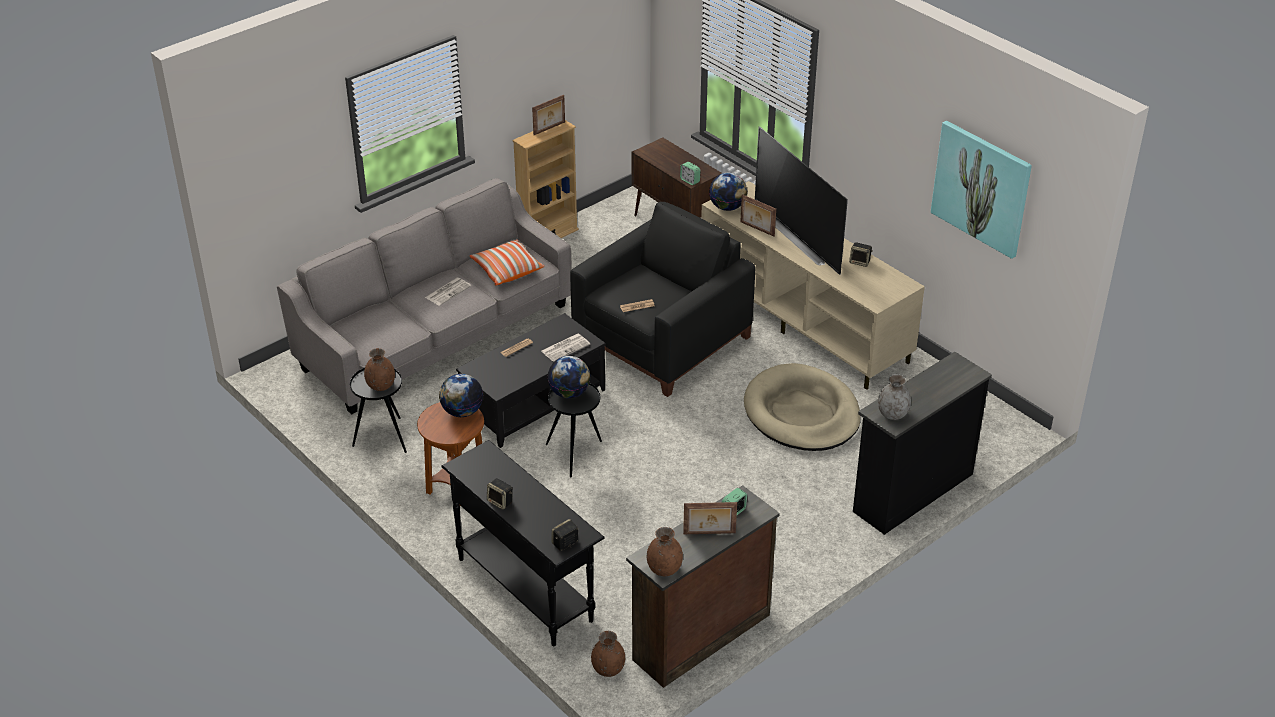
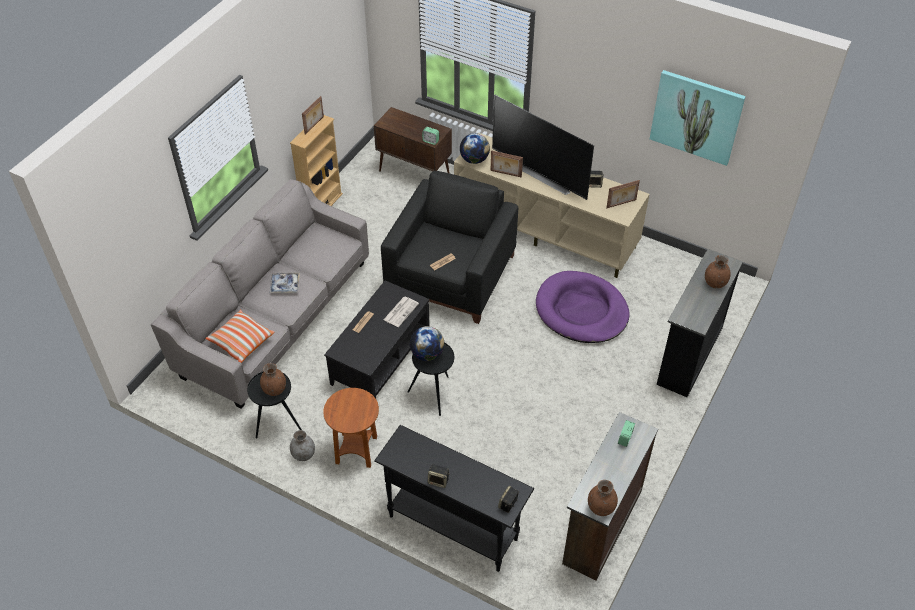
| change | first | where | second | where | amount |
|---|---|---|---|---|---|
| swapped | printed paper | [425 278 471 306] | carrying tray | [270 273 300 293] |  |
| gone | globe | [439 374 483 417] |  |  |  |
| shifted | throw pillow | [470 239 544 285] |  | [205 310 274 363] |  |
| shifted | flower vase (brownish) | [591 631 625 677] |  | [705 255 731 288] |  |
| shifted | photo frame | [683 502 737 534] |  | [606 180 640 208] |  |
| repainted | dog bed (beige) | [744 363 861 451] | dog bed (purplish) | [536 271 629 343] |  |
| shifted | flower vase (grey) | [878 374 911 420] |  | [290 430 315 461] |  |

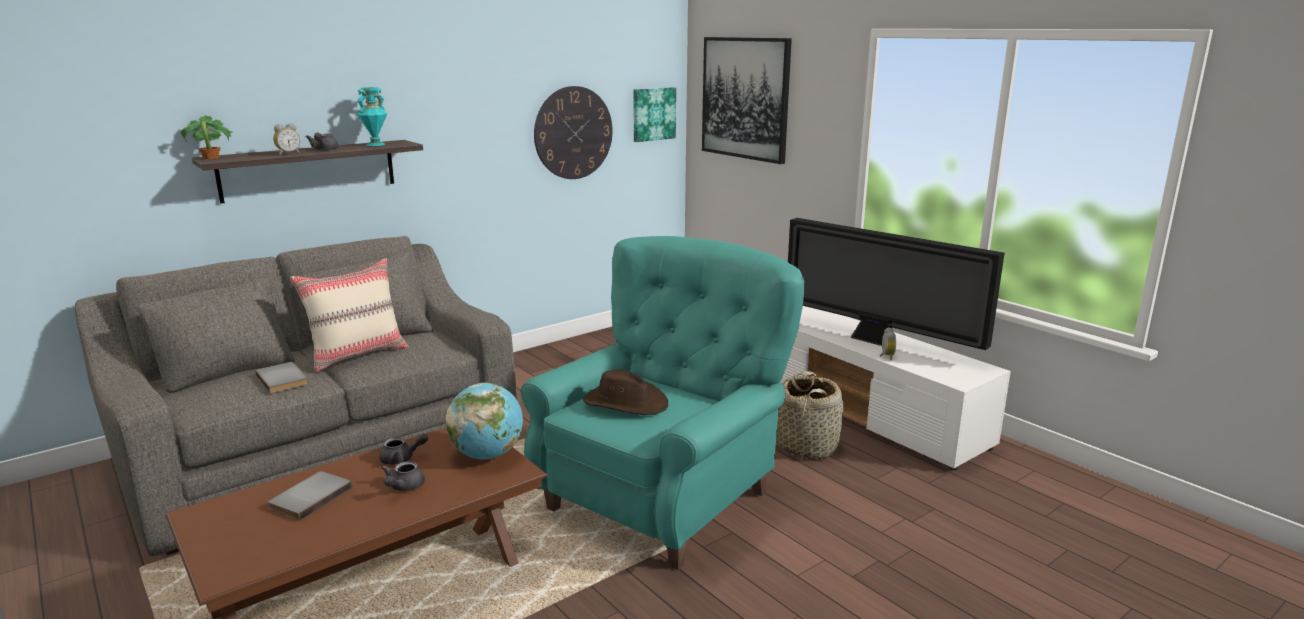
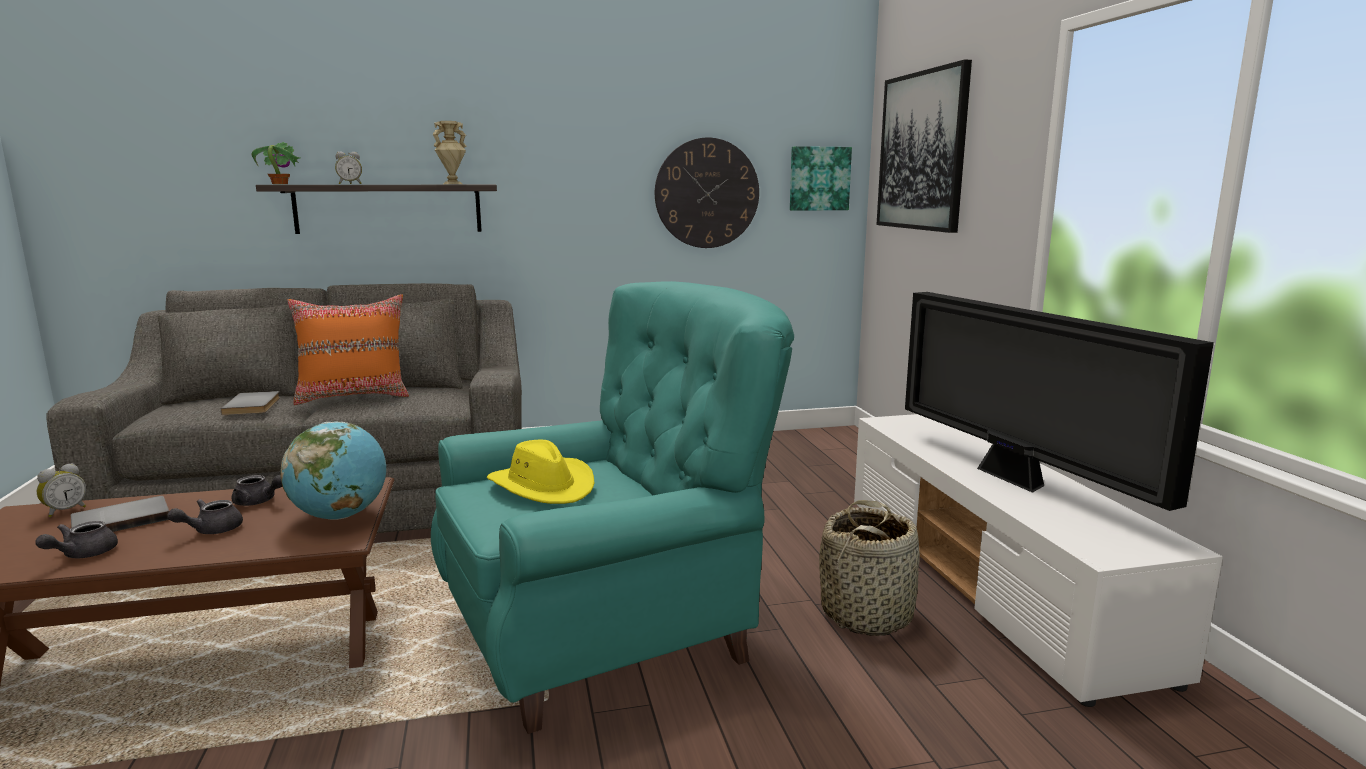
| change | first | where | second | where | amount |
|---|---|---|---|---|---|
| repainted | throw pillow (beige) | [290 258 409 372] | throw pillow (orange-coloured) | [287 294 409 405] |  |
| shifted | tea pot (grey) | [306 133 338 150] |  | [35 521 118 558] |  |
| repainted | flower vase (blue-green) | [357 87 387 146] | flower vase (beige) | [432 121 466 184] |  |
| repainted | wearable hat (brownish) | [583 369 668 415] | wearable hat (yellow-coloured) | [487 440 594 504] |  |
| shifted | alarm clock | [880 327 896 360] |  | [37 463 86 517] |  |

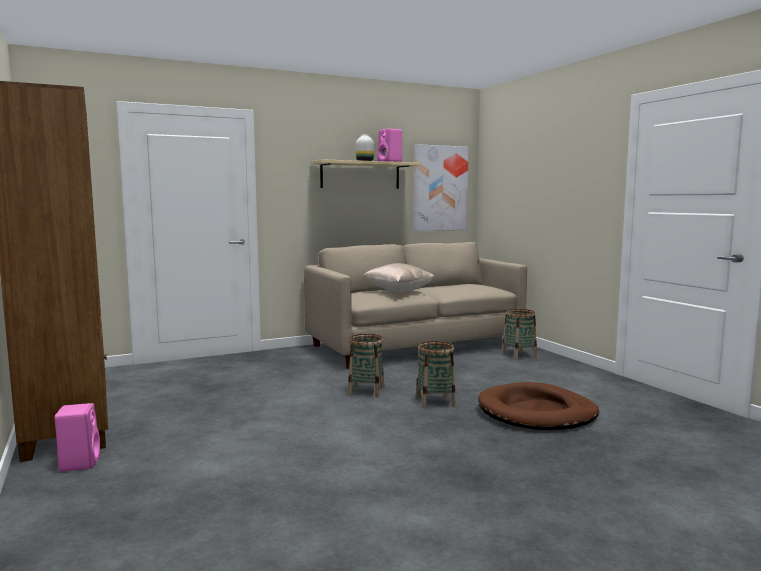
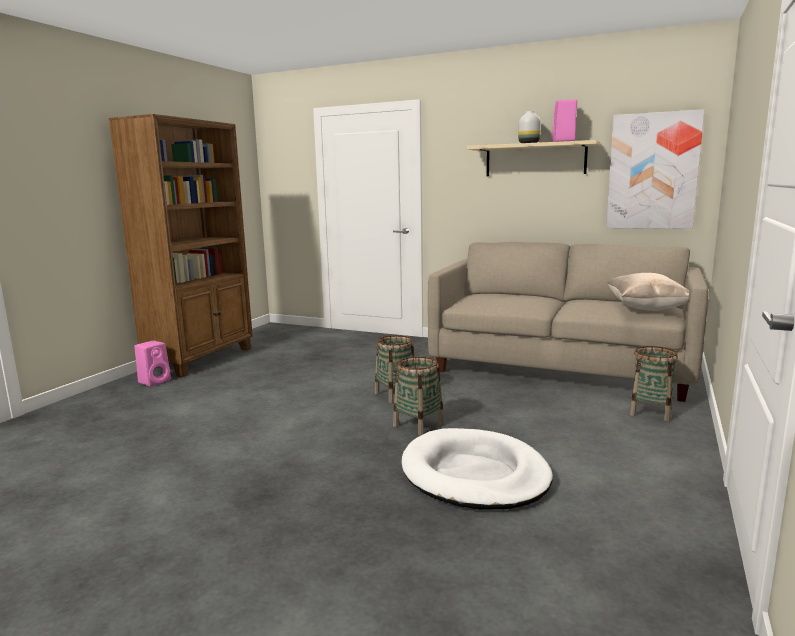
| change | first | where | second | where | amount |
|---|---|---|---|---|---|
| shifted | throw pillow (beige) | [364 263 435 292] |  | [607 273 689 311] |  |
| repainted | dog bed (brownish) | [478 382 599 430] | dog bed (whitish) | [402 428 553 510] |  |

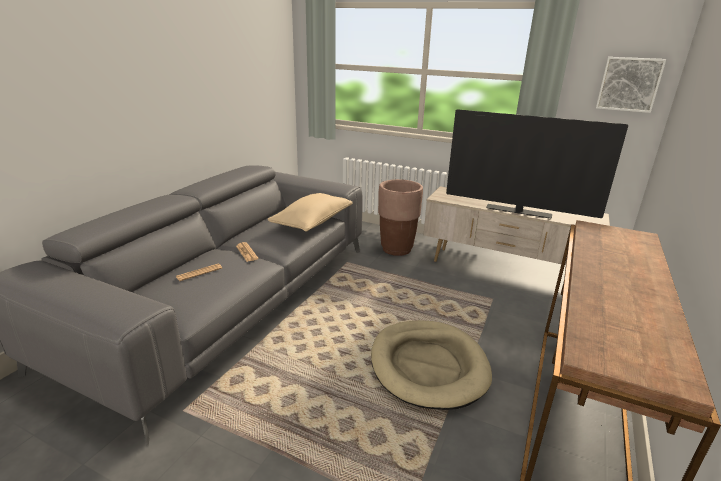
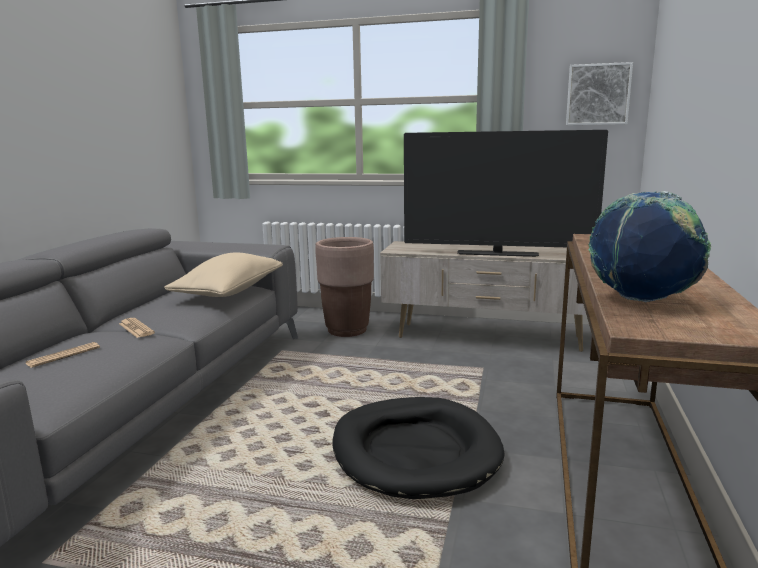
| change | first | where | second | where | amount |
|---|---|---|---|---|---|
| repainted | dog bed (beige) | [371 320 492 410] | dog bed (black) | [332 397 505 499] |  |
| new |  |  | globe | [588 191 711 302] |  |

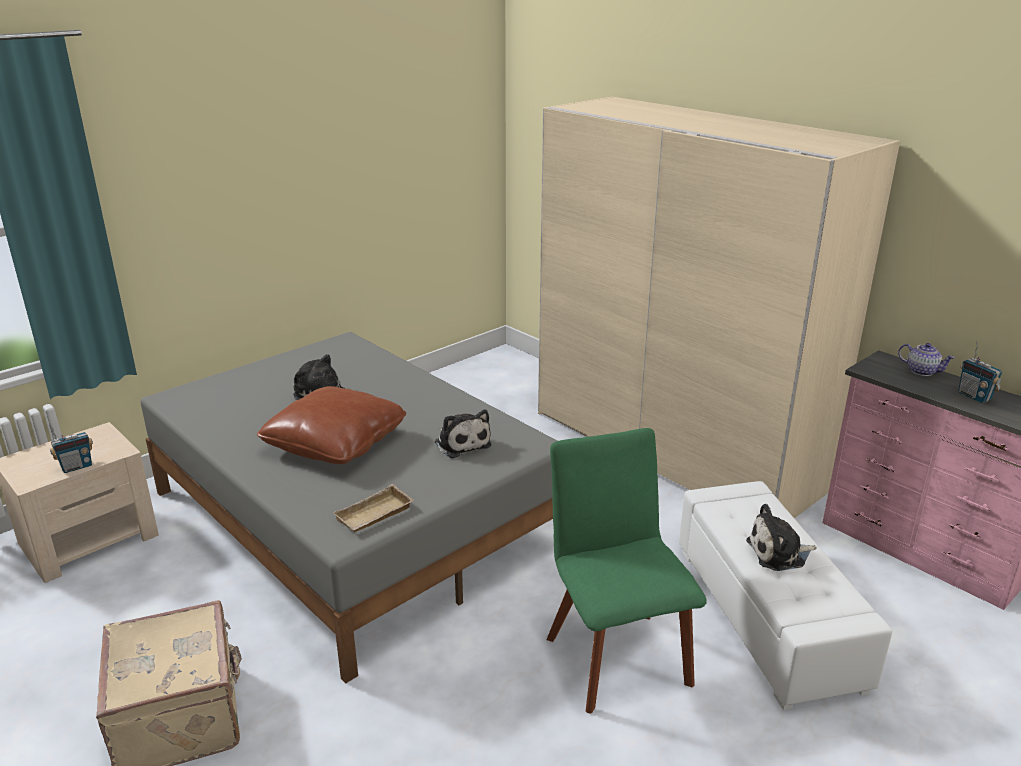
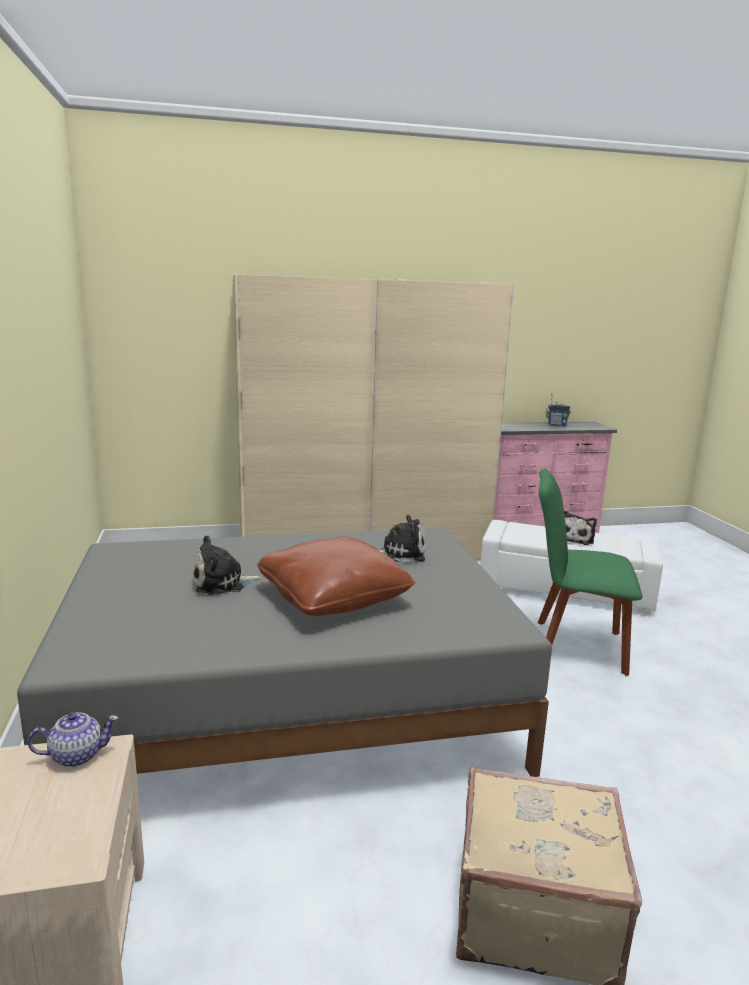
| change | first | where | second | where | amount |
|---|---|---|---|---|---|
| gone | radio | [49 425 93 473] |  |  |  |
| gone | carrying tray (beige) | [333 484 414 532] |  |  |  |
| shifted | tea pot | [898 343 955 376] |  | [28 712 118 767] |  |

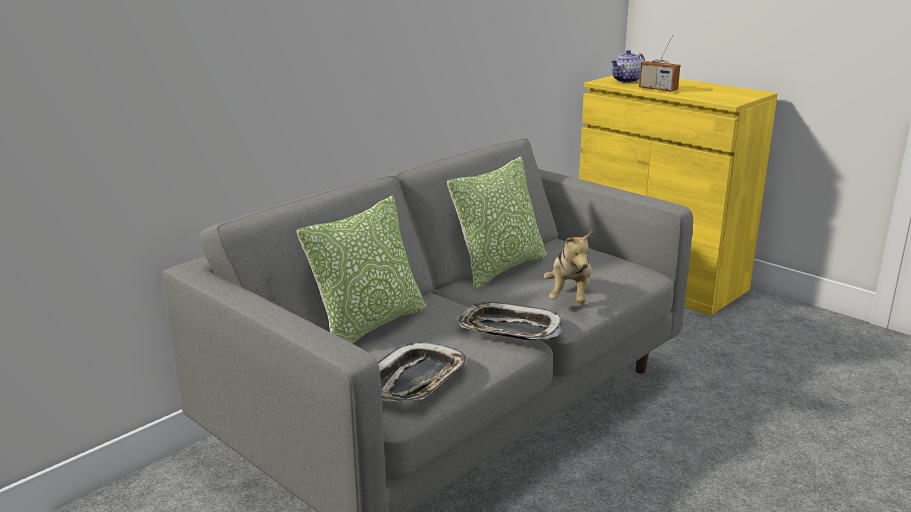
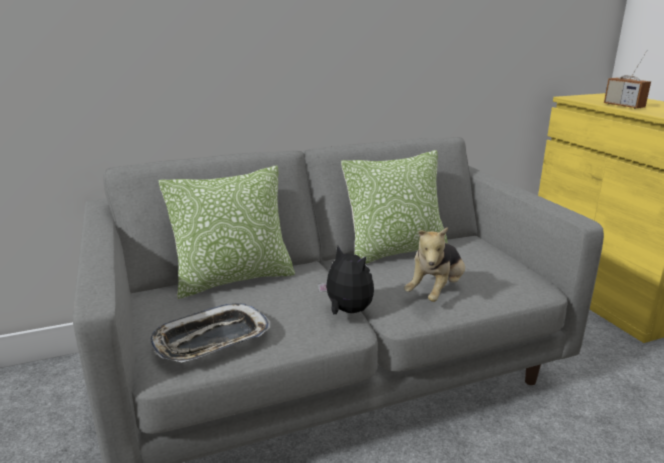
| change | first | where | second | where | amount |
|---|---|---|---|---|---|
| swapped | carrying tray | [457 302 562 340] | soft toy | [318 246 374 314] |  |
| gone | tea pot | [611 50 645 83] |  |  |  |

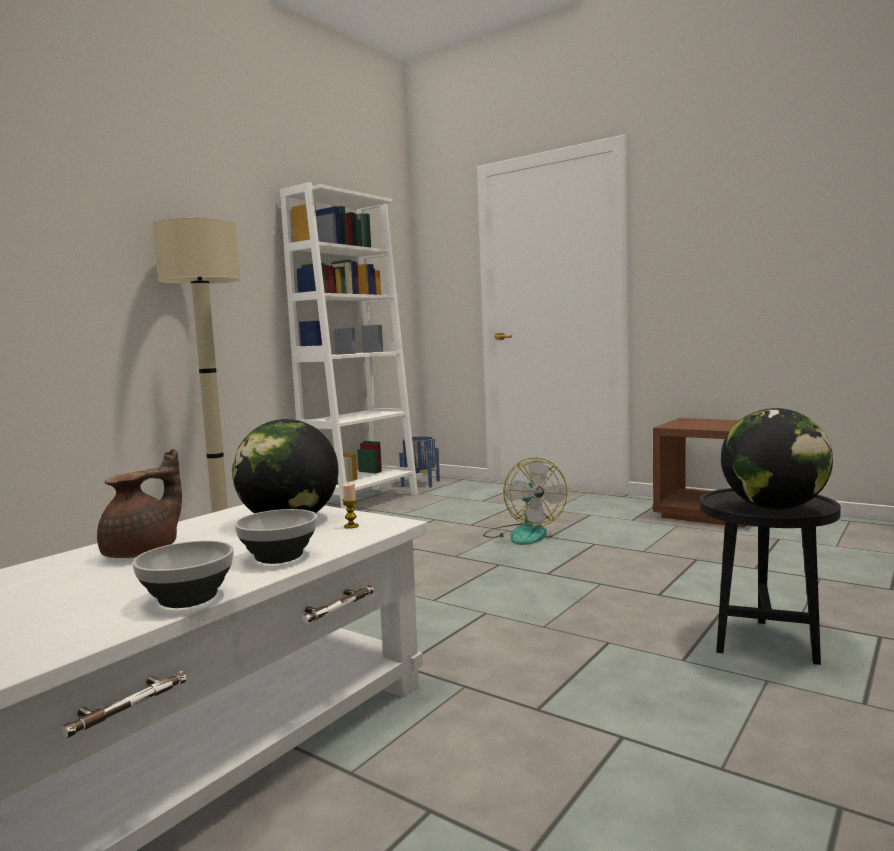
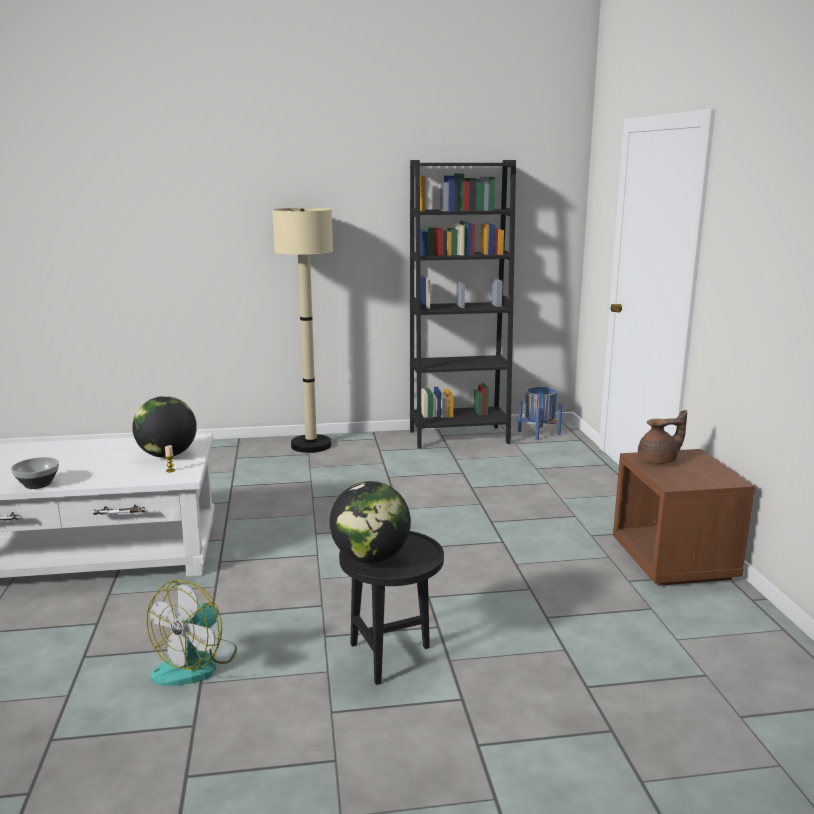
| change | first | where | second | where | amount |
|---|---|---|---|---|---|
| shifted | tea pot (brownish) | [97 449 182 558] |  | [638 410 687 464] |  |
| gone | serving bowl | [234 509 317 564] |  |  |  |
| repainted | bookcase (whitish) | [280 182 418 509] | bookcase (black) | [410 160 516 449] |  |
| shifted | electric fan | [483 458 567 545] |  | [146 580 237 686] |  |

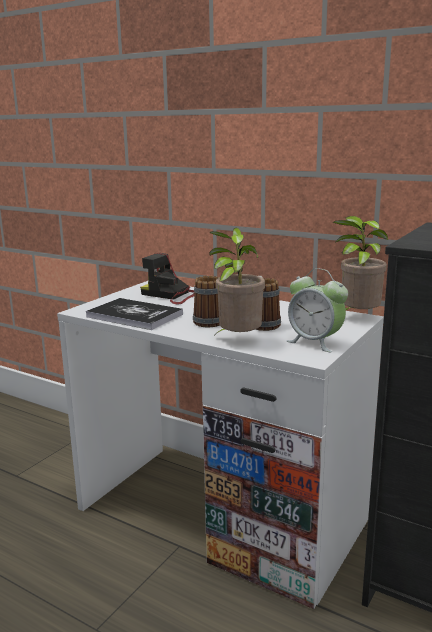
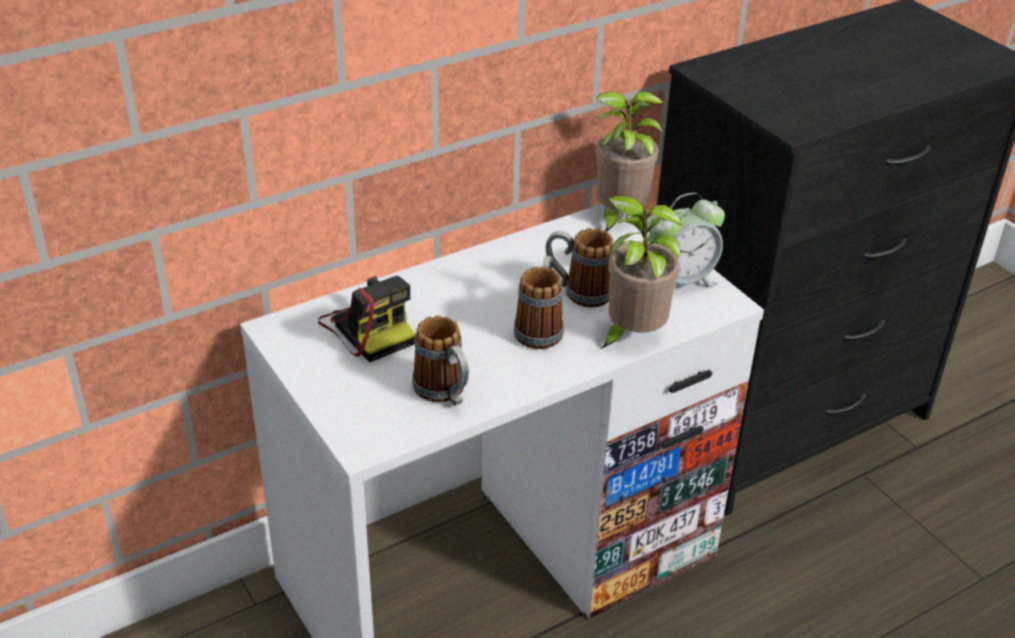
| change | first | where | second | where | amount |
|---|---|---|---|---|---|
| swapped | bound book | [86 298 183 330] | tea mug | [412 316 469 405] |  |
| rotated | photo camera | [140 253 195 304] |  | [318 276 415 362] | 90 degrees counterclockwise |

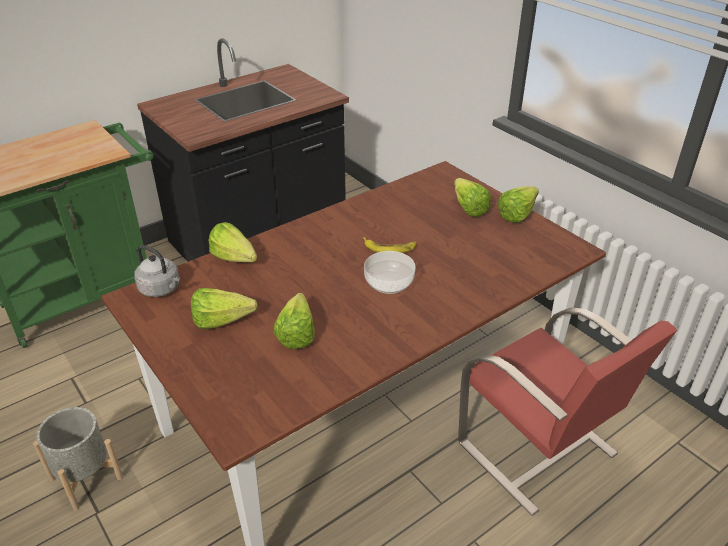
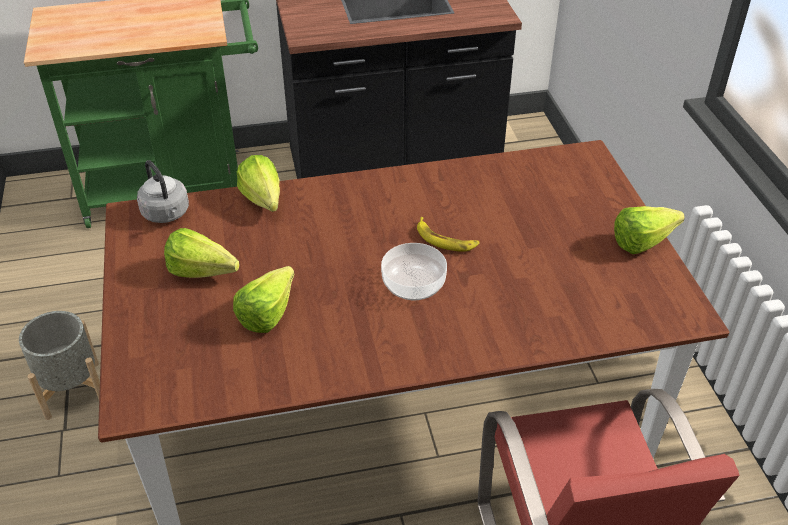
| change | first | where | second | where | amount |
|---|---|---|---|---|---|
| gone | lettuce | [454 178 491 217] |  |  |  |

